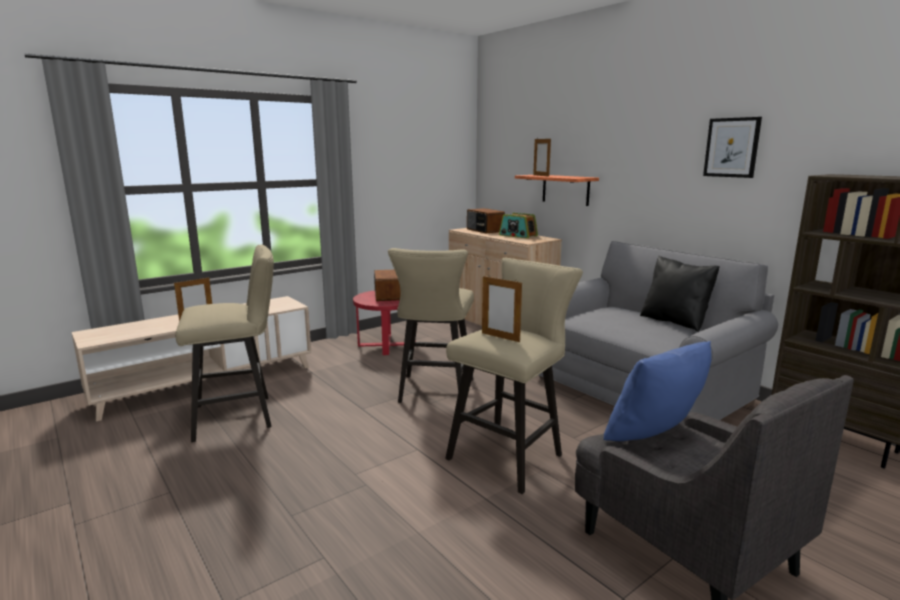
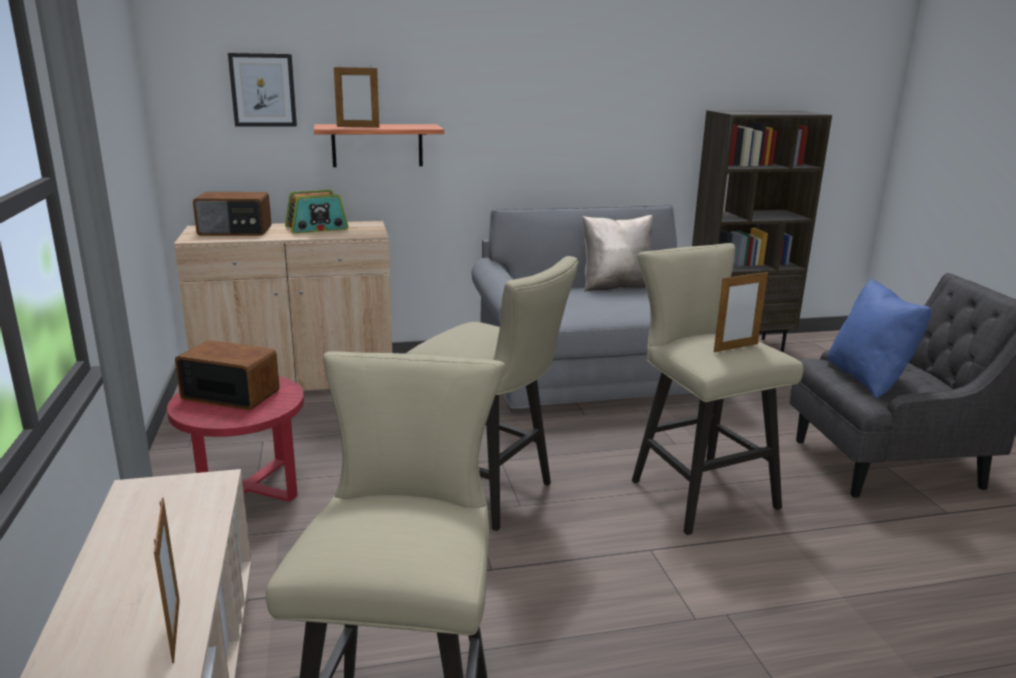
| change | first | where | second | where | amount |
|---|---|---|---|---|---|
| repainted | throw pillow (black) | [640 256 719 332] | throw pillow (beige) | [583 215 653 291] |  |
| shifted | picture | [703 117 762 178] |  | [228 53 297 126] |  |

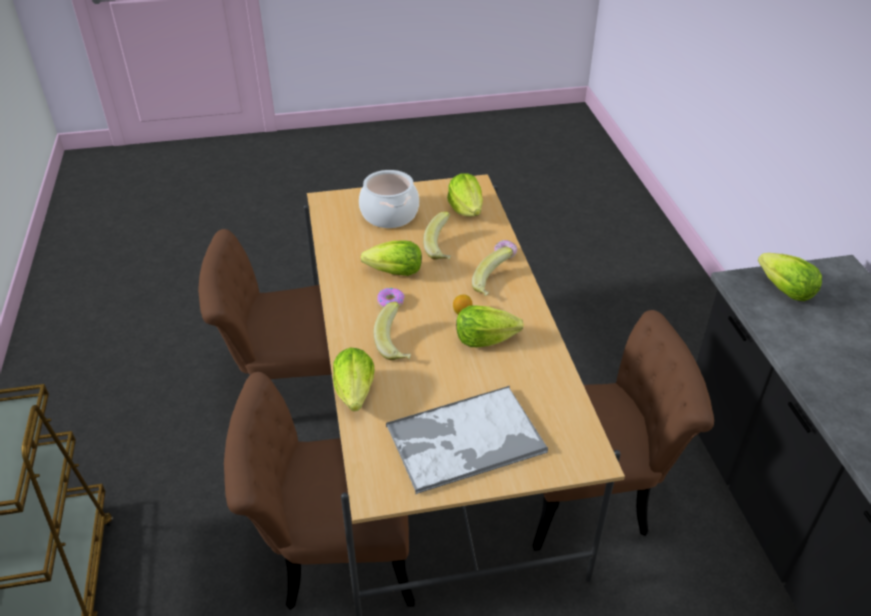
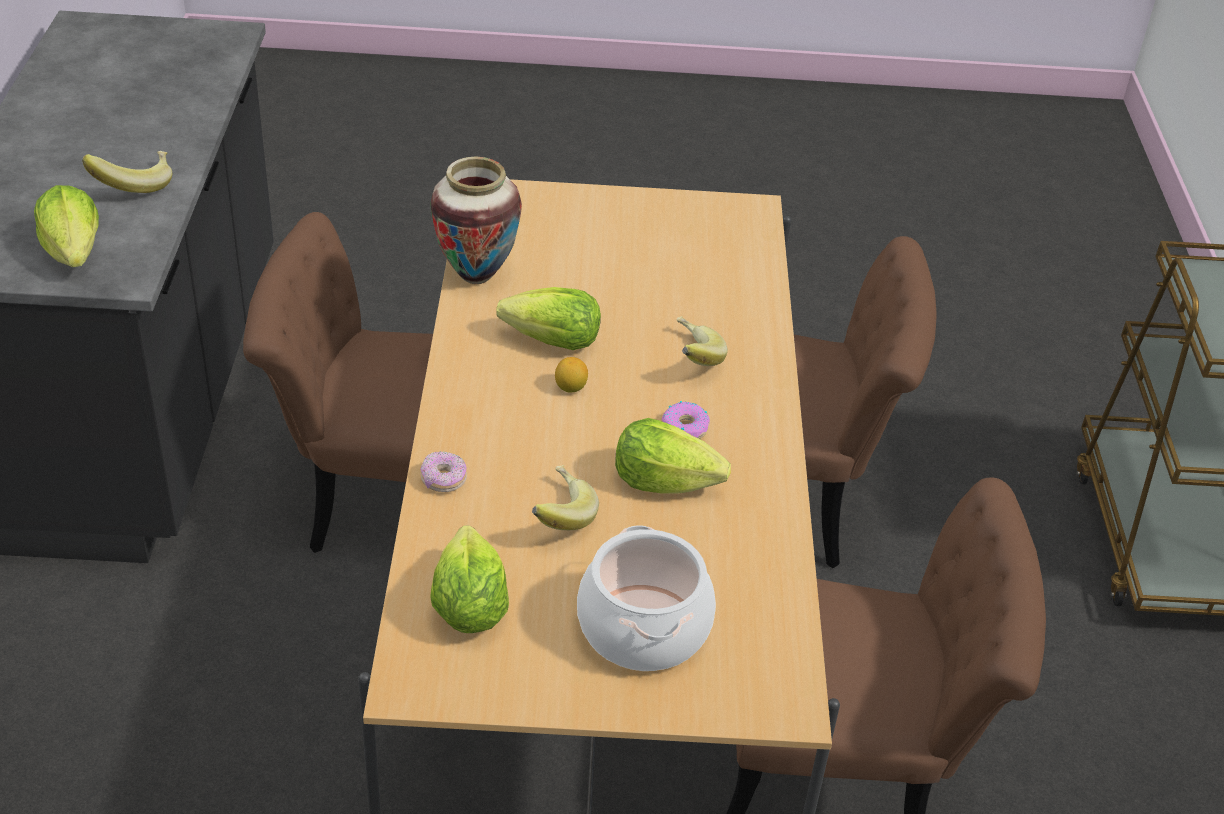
| change | first | where | second | where | amount |
|---|---|---|---|---|---|
| gone | lettuce | [333 348 374 411] |  |  |  |
| gone | carrying tray | [386 386 548 494] |  |  |  |
| shifted | banana | [472 247 514 296] |  | [82 151 172 193] |  |
| new |  |  | flower vase | [430 157 522 284] |  |

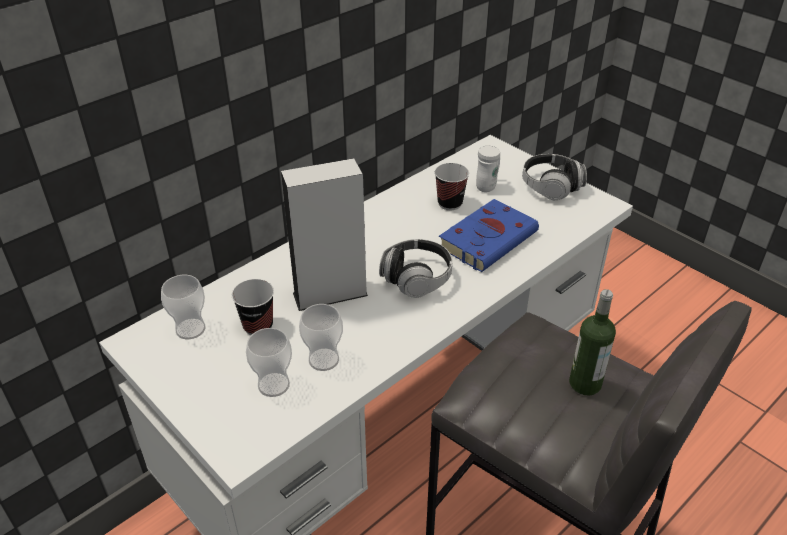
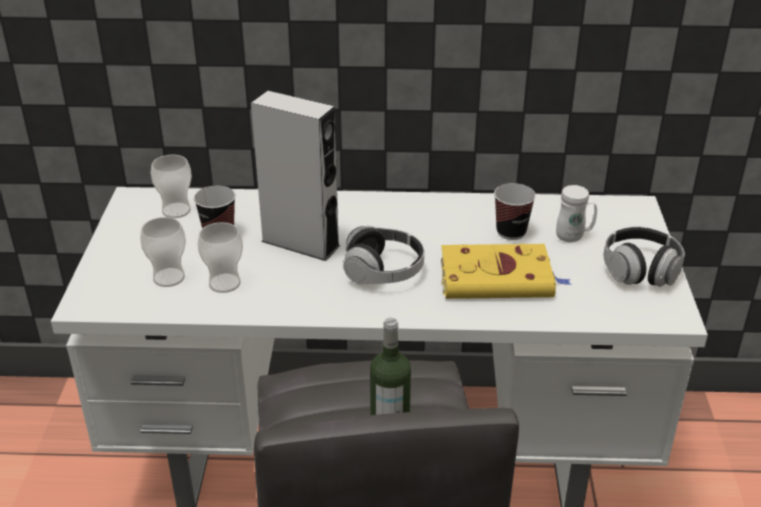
| change | first | where | second | where | amount |
|---|---|---|---|---|---|
| repainted | bound book (blue-coloured) | [439 199 539 272] | bound book (yellow-coloured) | [441 244 571 299] |  |

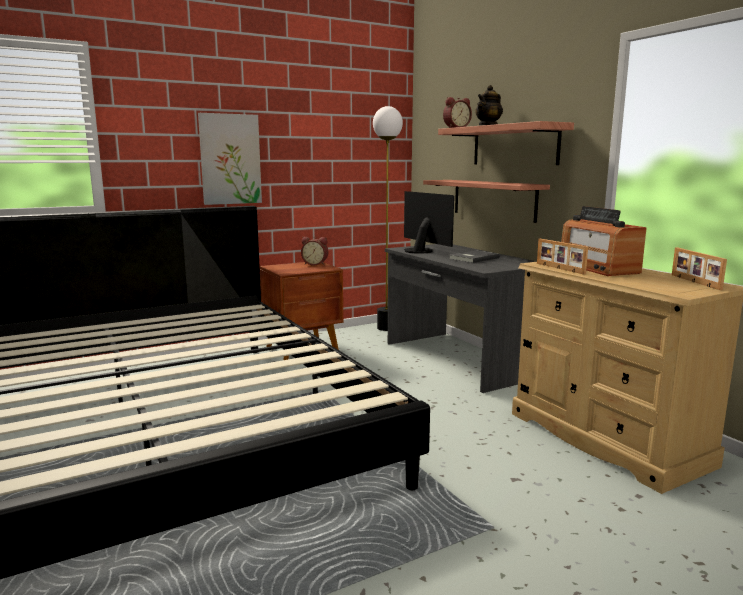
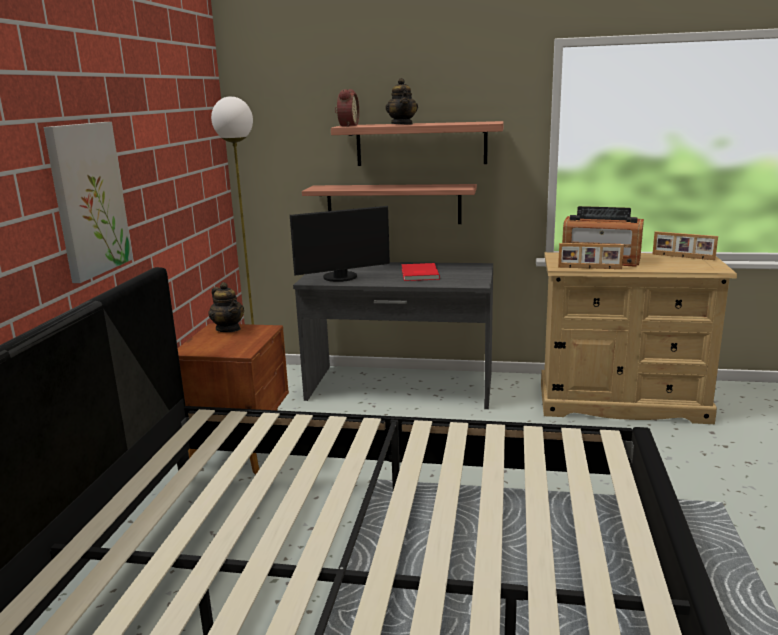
| change | first | where | second | where | amount |
|---|---|---|---|---|---|
| swapped | alarm clock | [301 237 328 265] | tea pot | [208 282 244 332] |  |
| rotated | computer screen | [404 191 454 254] |  | [290 206 390 282] | 150 degrees clockwise |
| repainted | bound book (grey) | [449 250 500 263] | bound book (red) | [401 263 440 281] |  |

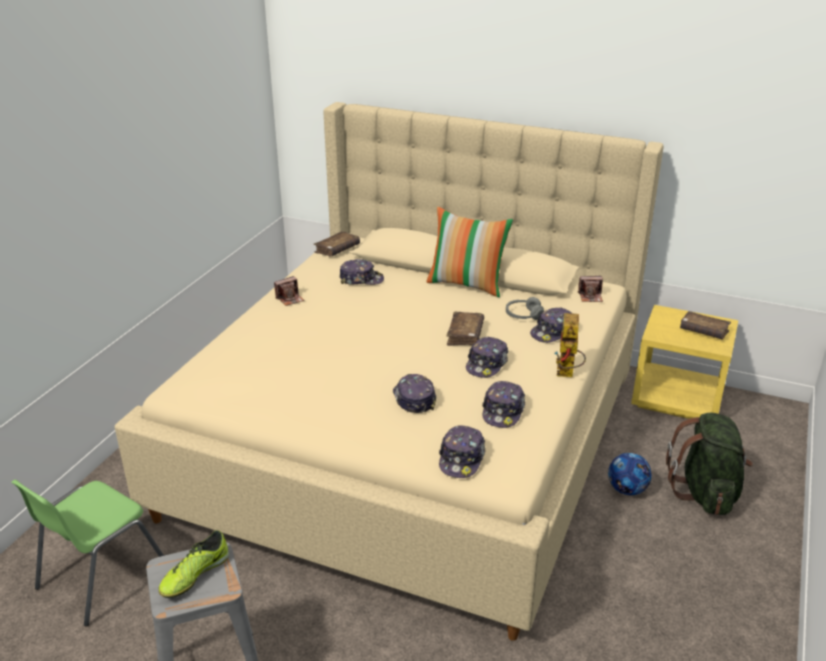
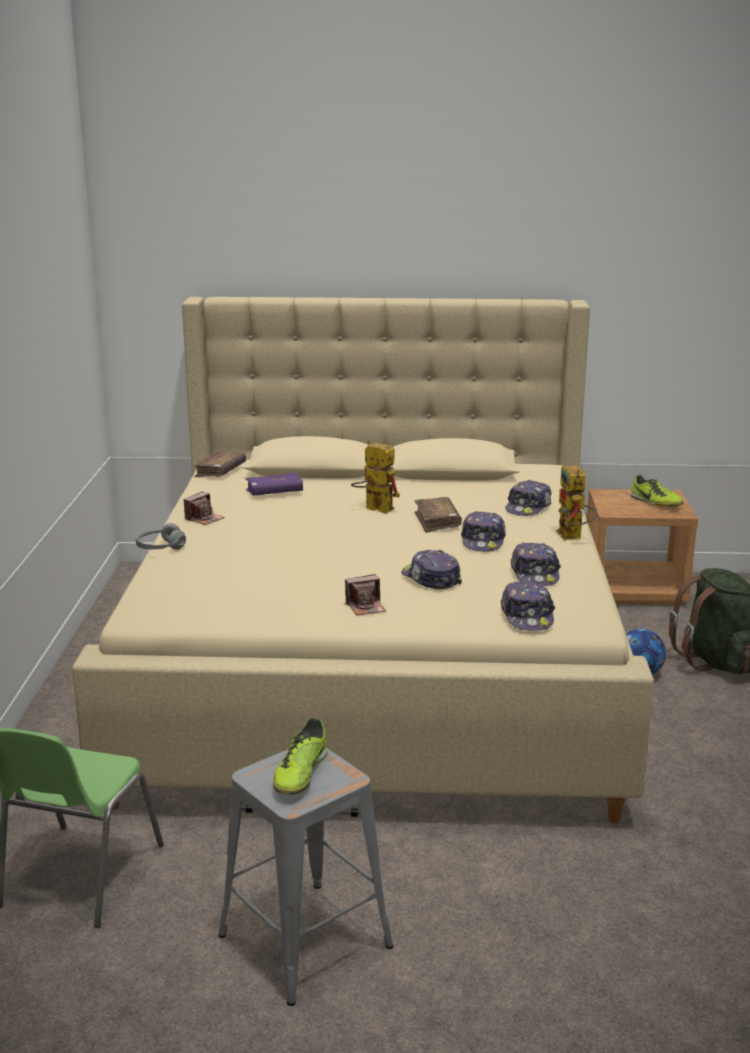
| change | first | where | second | where | amount |
|---|---|---|---|---|---|
| swapped | baseball cap | [340 259 384 285] | bound book (purplish) | [245 472 303 496] |  |
| gone | throw pillow | [427 207 513 297] |  |  |  |
| shifted | headset (grey) | [506 297 544 320] |  | [136 523 186 550] |  |
| shifted | photo camera | [578 276 603 302] |  | [345 574 386 616] |  |
| repainted | bedside table (yellow-coloured) | [631 305 738 419] | bedside table (brownish) | [587 489 698 605] |  |
| swapped | bound book (brownish) | [680 311 731 339] | item of footwear | [630 475 684 507] |  |
| new |  |  | robot figure | [351 440 400 514] |  |

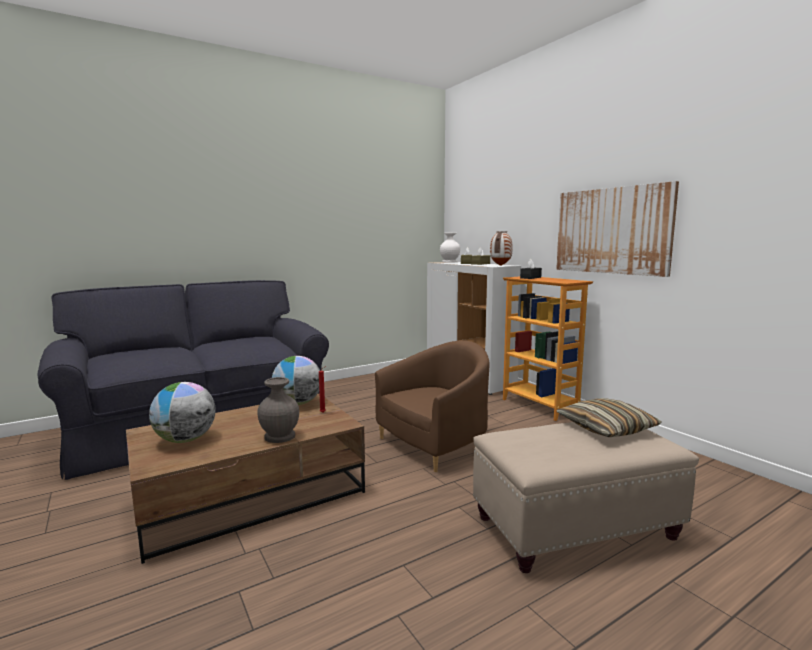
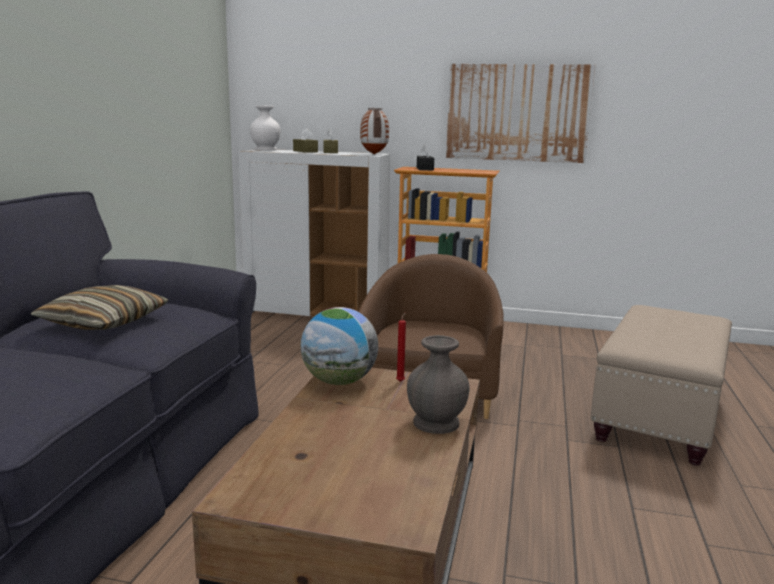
| change | first | where | second | where | amount |
|---|---|---|---|---|---|
| gone | globe | [149 382 216 443] |  |  |  |
| shifted | throw pillow | [556 398 661 437] |  | [31 285 168 330] |  |

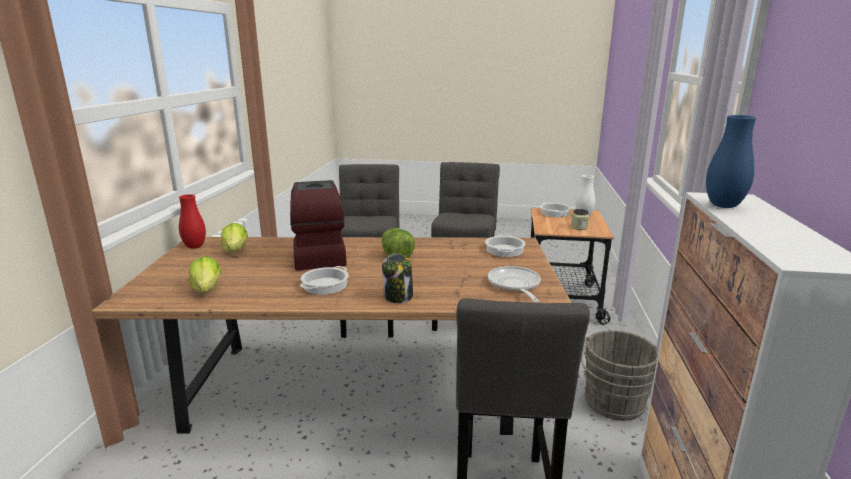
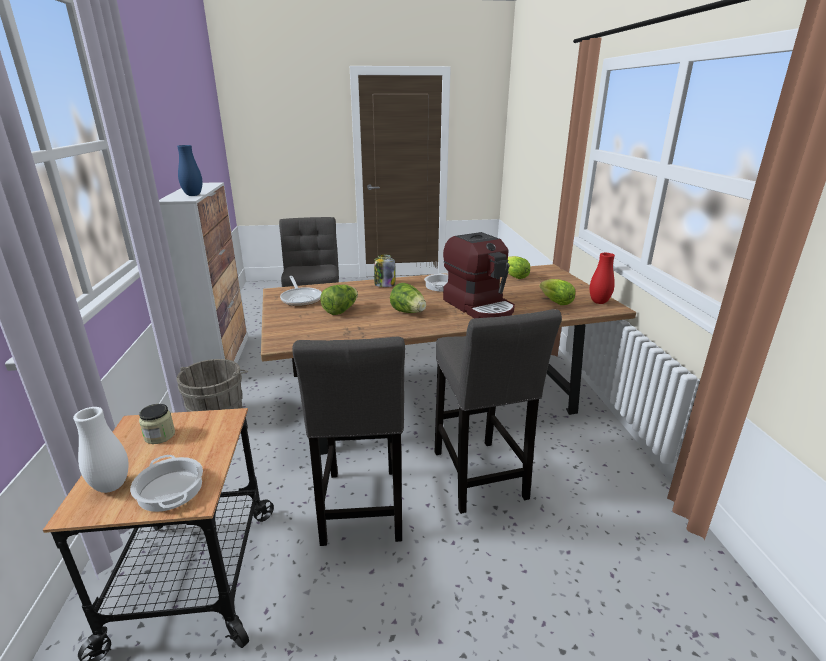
| change | first | where | second | where | amount |
|---|---|---|---|---|---|
| gone | saucepot | [485 234 526 257] |  |  |  |
| new |  |  | lettuce | [320 284 358 315] |  |

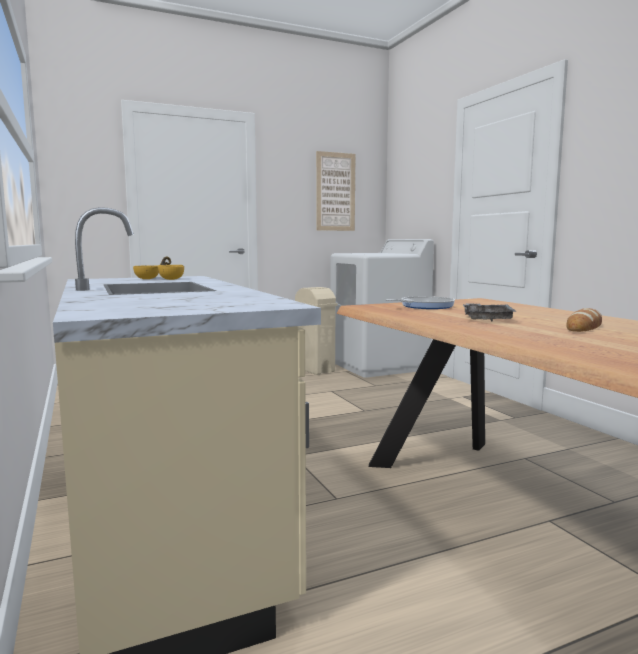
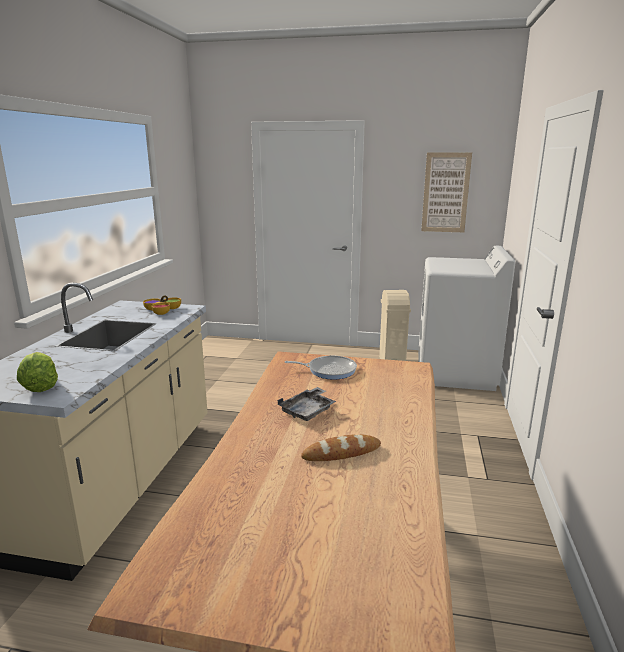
| change | first | where | second | where | amount |
|---|---|---|---|---|---|
| new |  |  | lettuce | [17 352 58 392] |  |

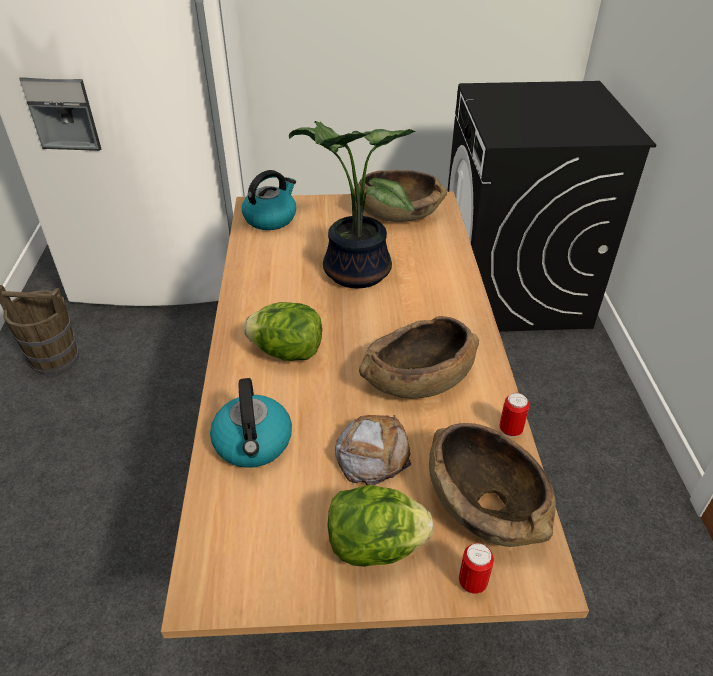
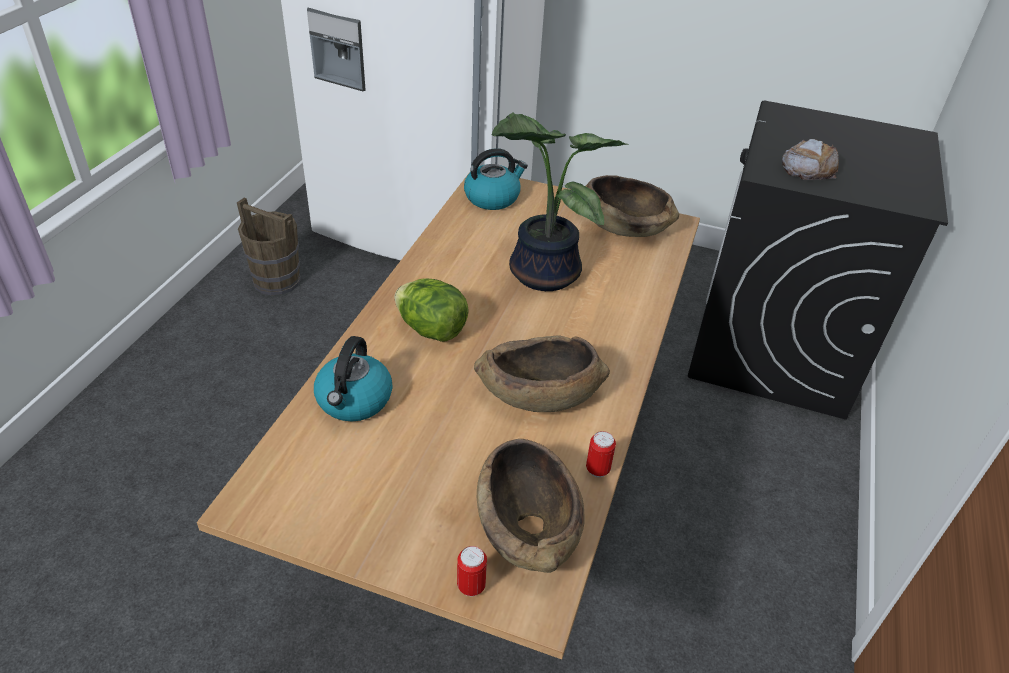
| change | first | where | second | where | amount |
|---|---|---|---|---|---|
| gone | lettuce | [327 485 433 567] |  |  |  |
| shifted | bakery bread | [335 415 411 485] |  | [782 139 839 180] |  |

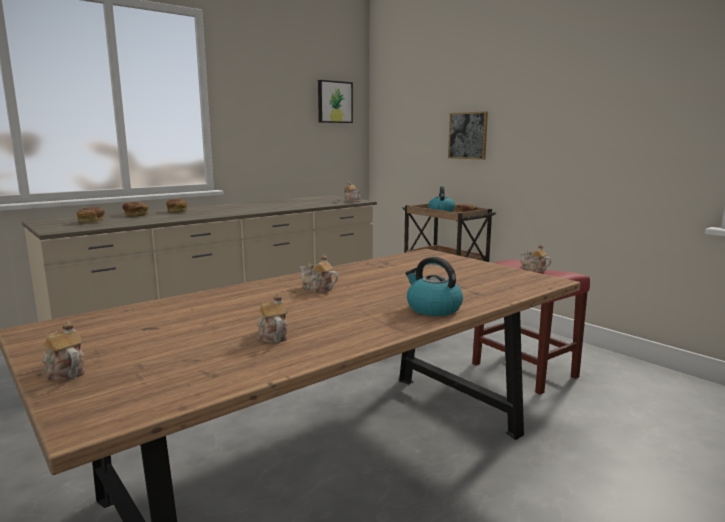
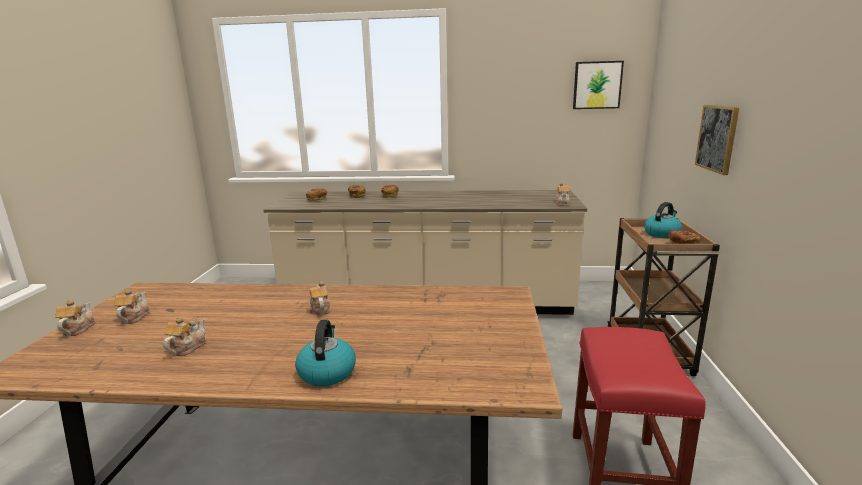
| change | first | where | second | where | amount |
|---|---|---|---|---|---|
| shifted | tea pot | [520 244 551 272] |  | [114 289 150 324] |  |

